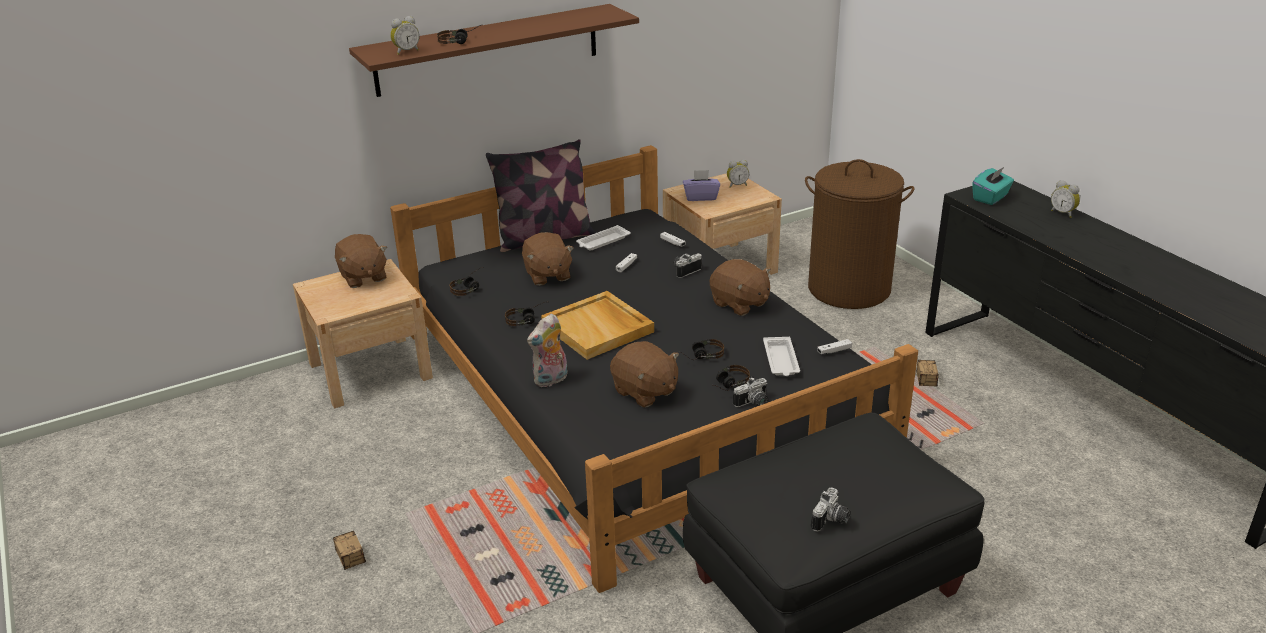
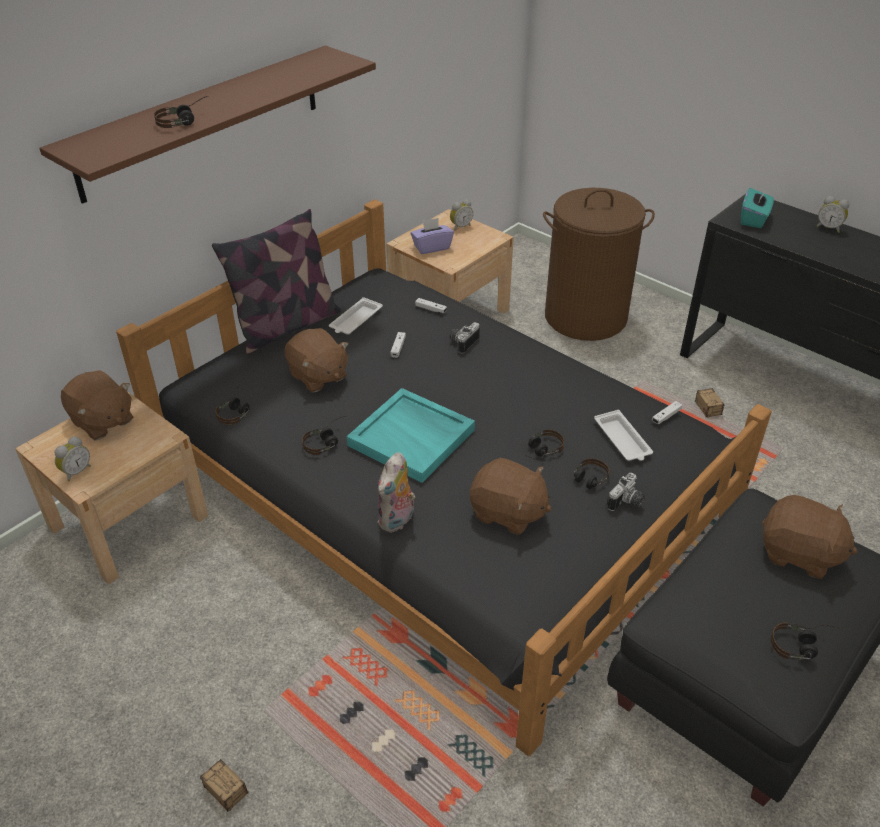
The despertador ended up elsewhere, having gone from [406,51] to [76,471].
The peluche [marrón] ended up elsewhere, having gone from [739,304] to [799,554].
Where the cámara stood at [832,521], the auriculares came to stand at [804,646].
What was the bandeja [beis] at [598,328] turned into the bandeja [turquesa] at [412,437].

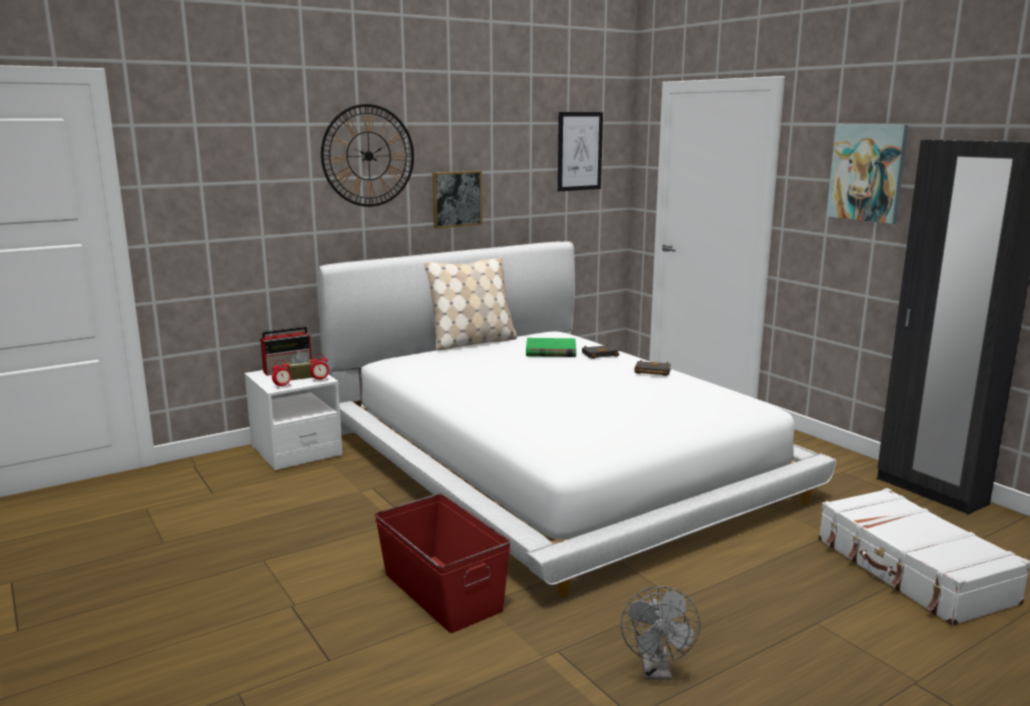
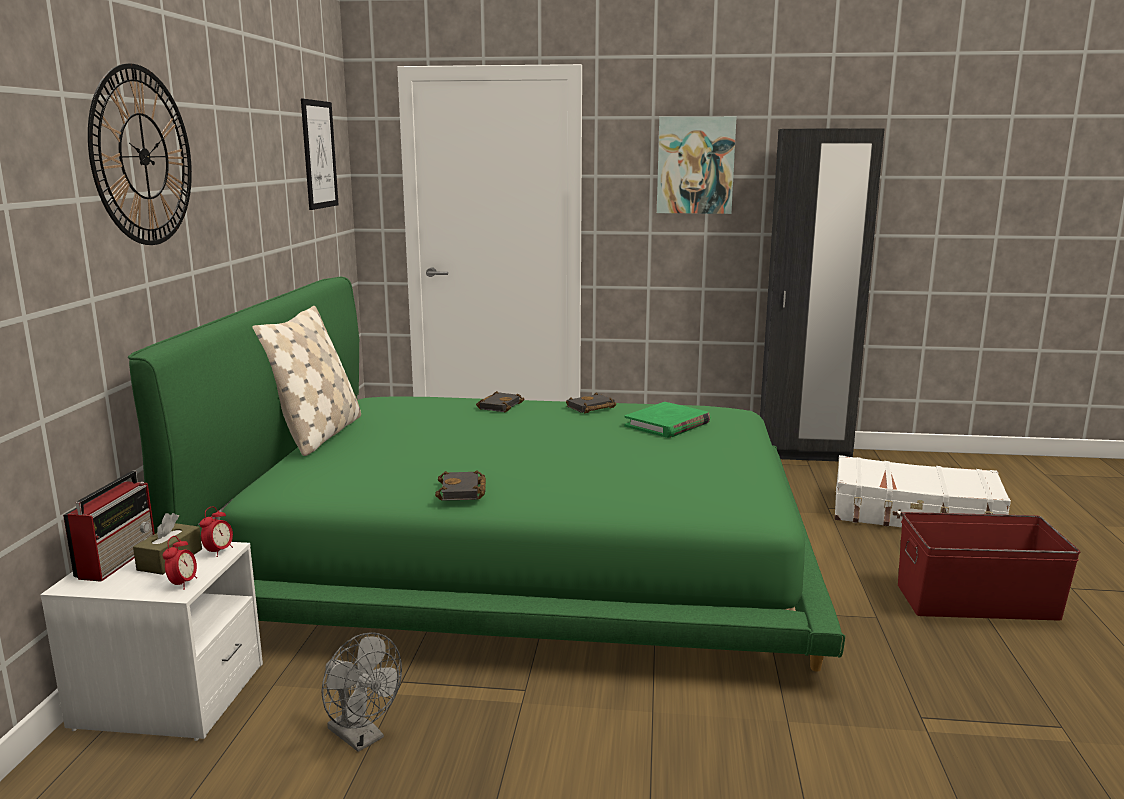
The second view lost the cuadro at [456,199].
The second view gained the libro [negro] at [463,491].
The caja de almacenaje [rojo] ended up elsewhere, having gone from [442,591] to [975,601].
The libro [verde] ended up elsewhere, having gone from [551,351] to [667,424].
The ventilador [gris] ended up elsewhere, having gone from [657,671] to [362,738].
What was the cama [blanco] at [552,462] turned into the cama [verde] at [522,552].

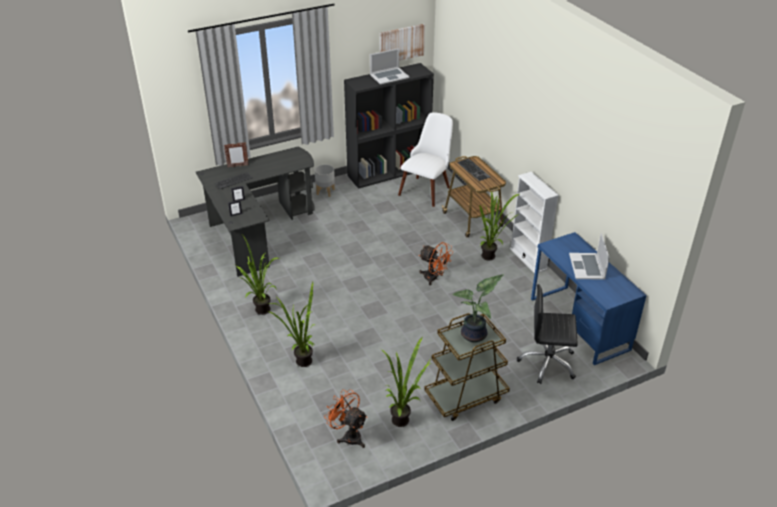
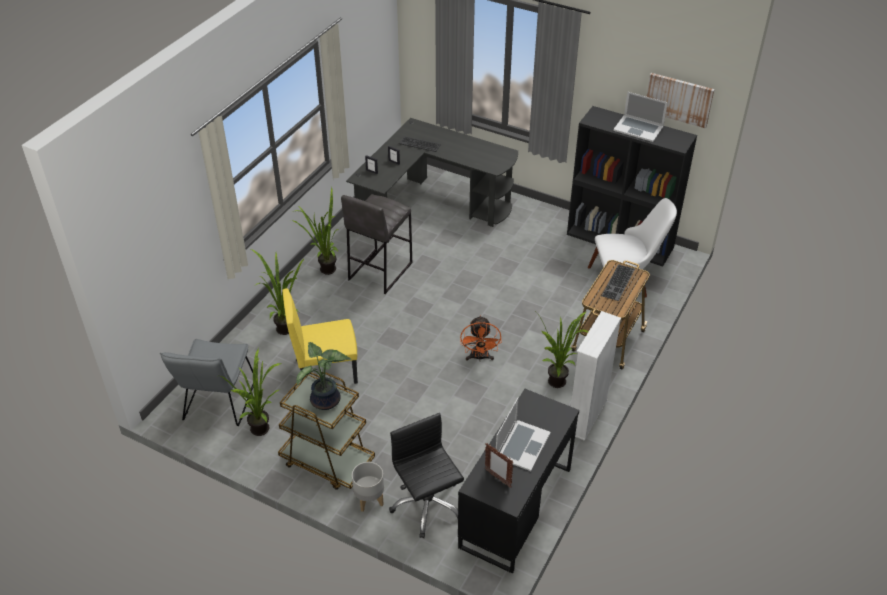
The second view gained the silla [amarillo] at [326,370].
The second view gained the taburete [gris] at [379,271].
The portarretratos ended up elsewhere, having gone from [237,166] to [497,478].
The maceta [gris] ended up elsewhere, having gone from [325,192] to [369,500].
Where the ventilador [naranja] stood at [348,435], the silla [gris] came to stand at [218,404].
What was the escritorio [azul] at [579,324] turned into the escritorio [negro] at [515,507].
The portátil at [587,266] ended up facing another way, 150 degrees clockwise from before.

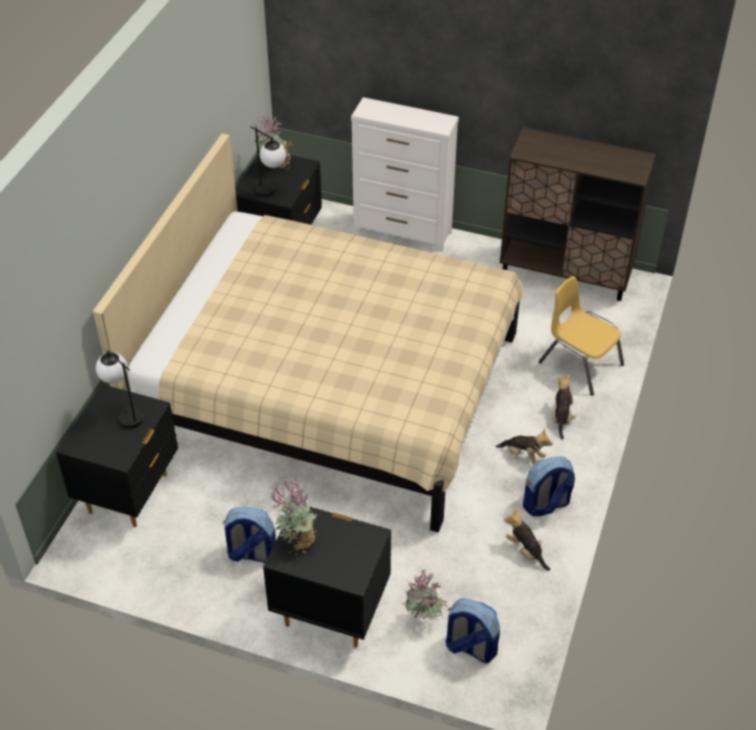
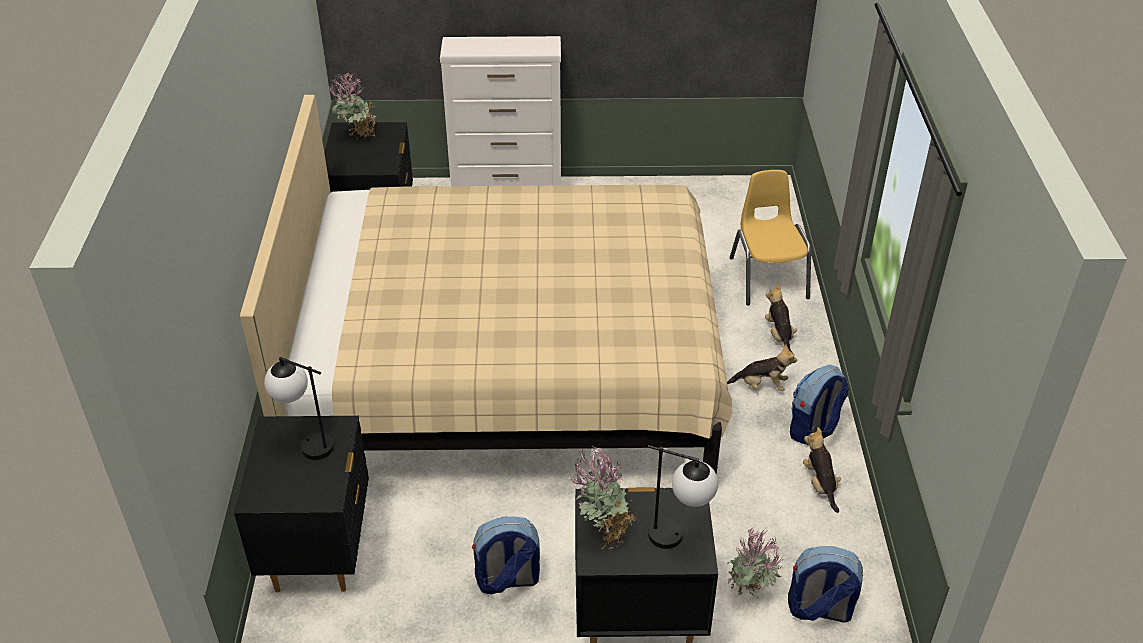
The second view lost the armario [marrón] at [566,273].
The lámpara de mesa ended up elsewhere, having gone from [271,194] to [679,539].
The peluche at [525,551] ended up facing another way, 45 degrees clockwise from before.
The silla [amarillo] at [580,364] ended up facing another way, 60 degrees clockwise from before.

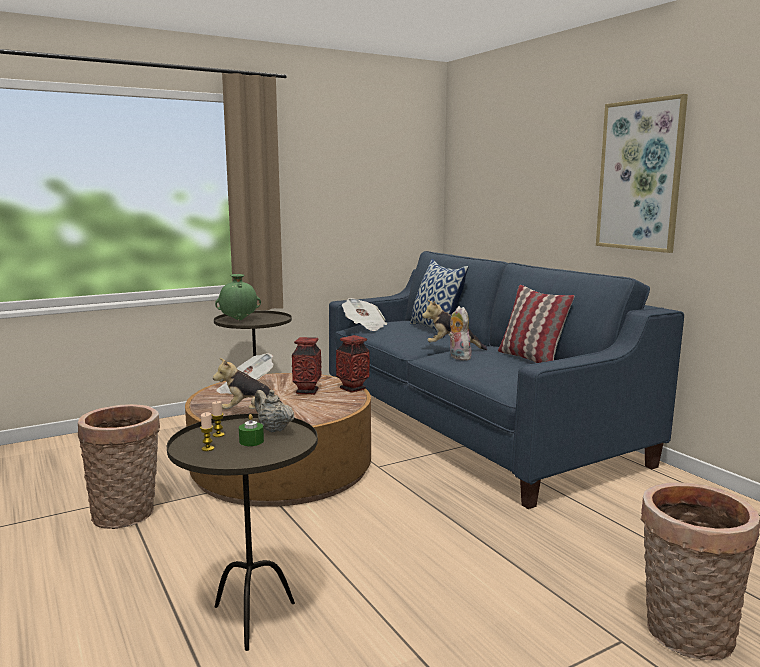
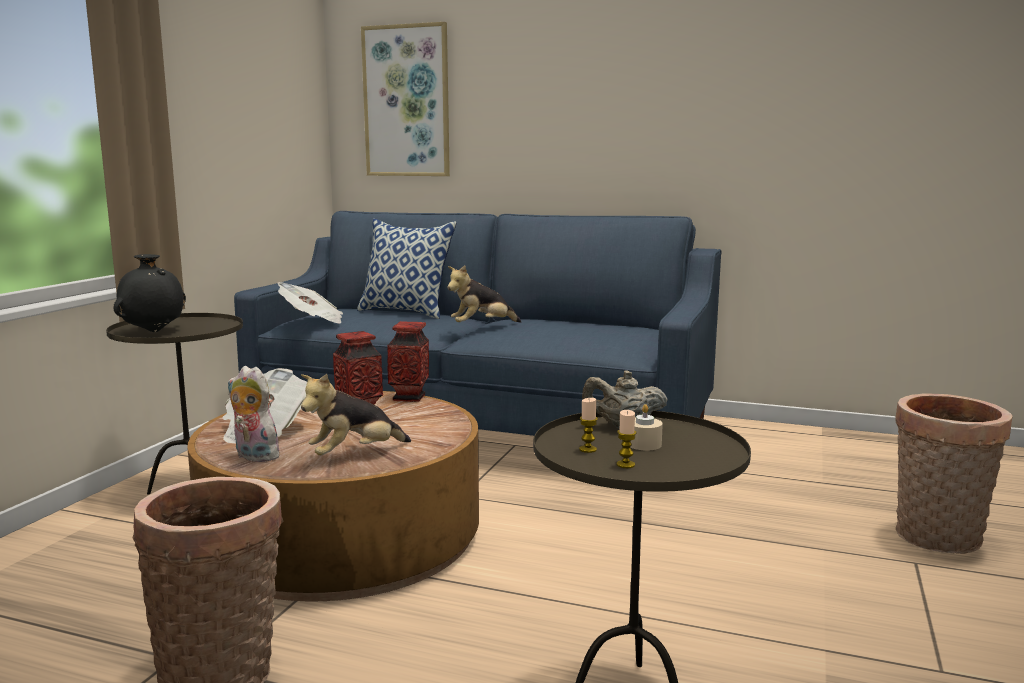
The second view lost the cojín at [530,358].
The peluche ended up elsewhere, having gone from [458,357] to [253,456].
The cuadro ended up elsewhere, having gone from [640,176] to [407,101].
What was the florero [verde] at [239,320] turned into the florero [negro] at [154,331].
What was the vela [verde] at [251,441] turned into the vela [beis] at [644,444].

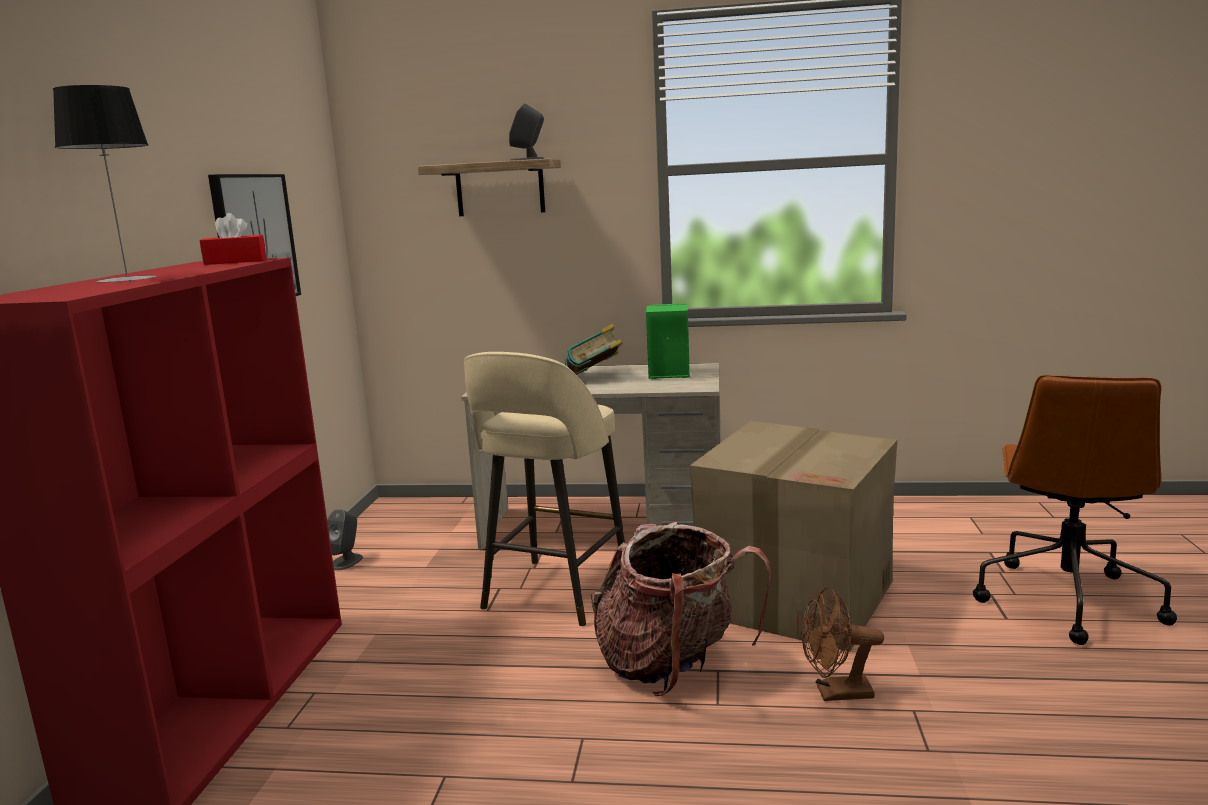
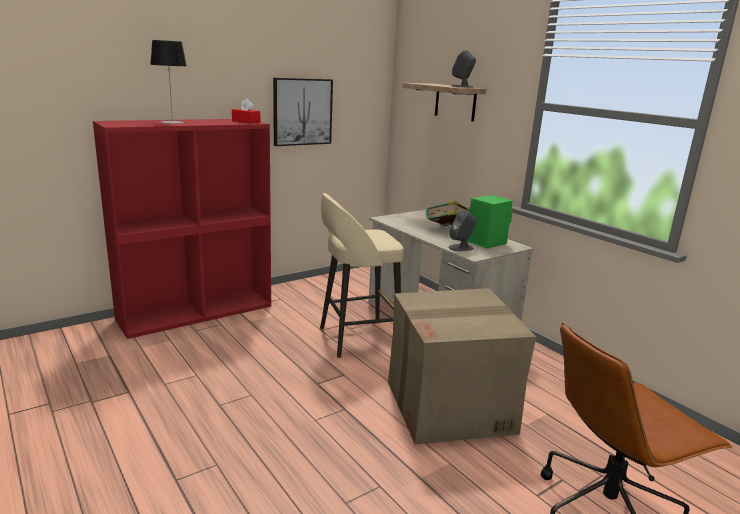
The second view lost the mochila at [672,666].
The second view lost the ventilador [marrón] at [835,693].
The altavoz [gris] ended up elsewhere, having gone from [346,562] to [461,248].

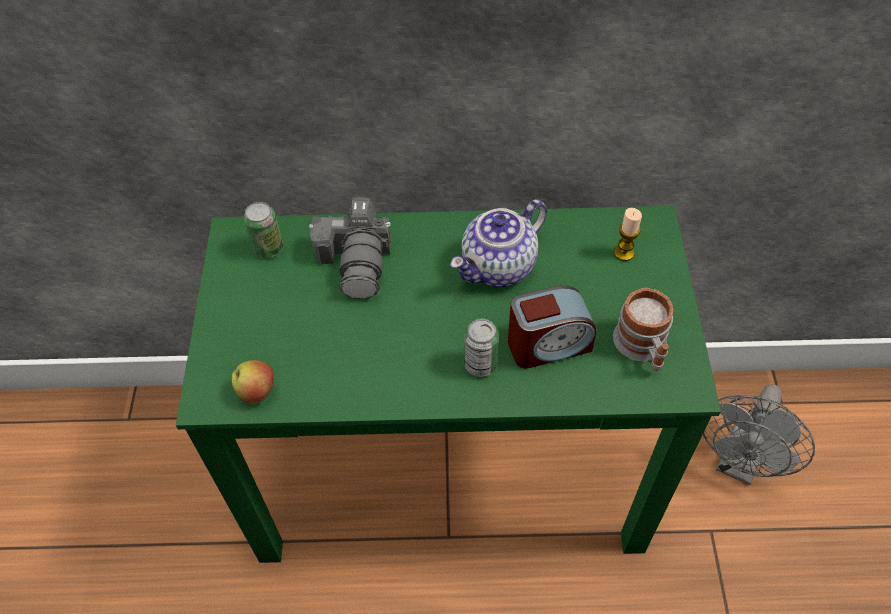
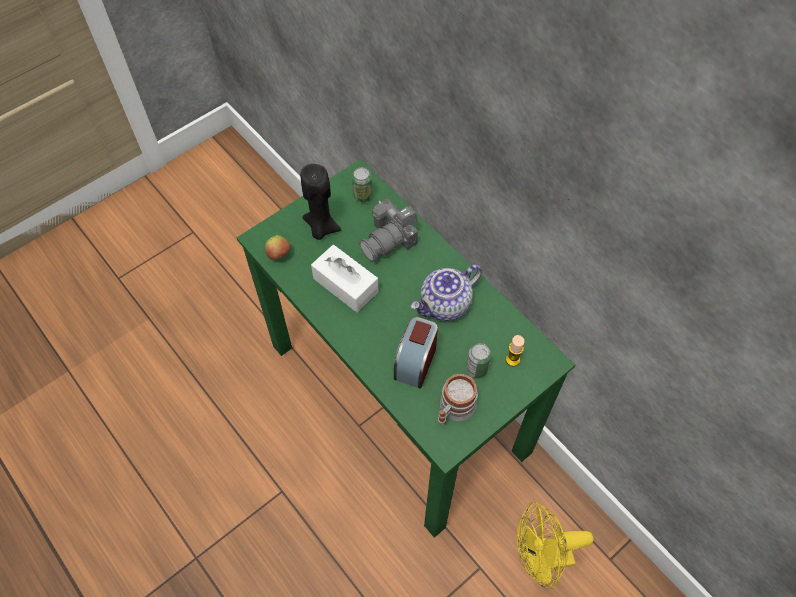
The second view gained the vela [negro] at [321,228].
The second view gained the caja de pañuelos [blanco] at [345,285].
The lata ended up elsewhere, having gone from [480,364] to [476,369].
What was the ventilador [gris] at [739,463] turned into the ventilador [amarillo] at [540,558].
The tetera at [499,267] ended up facing another way, 45 degrees counterclockwise from before.
The despertador at [548,344] ended up facing another way, 75 degrees clockwise from before.

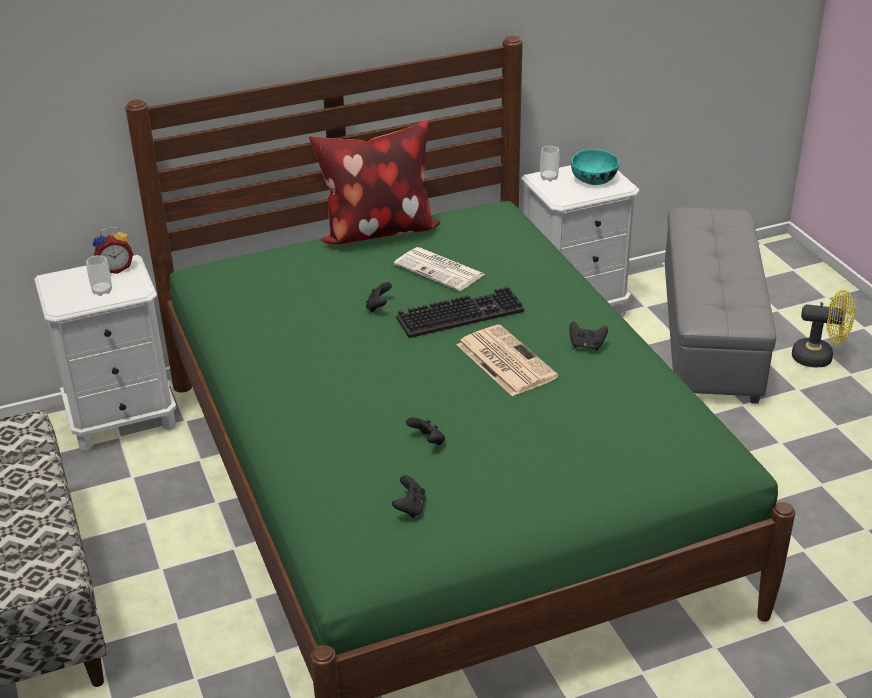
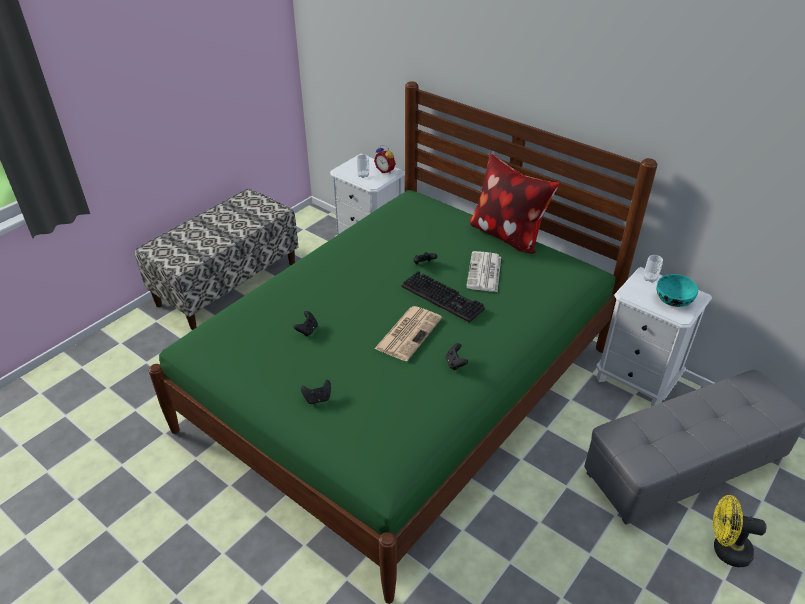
The mando de consola [negro] ended up elsewhere, having gone from [410,508] to [317,399].
The ventilador [amarillo] at [819,357] ended up facing another way, 120 degrees clockwise from before.

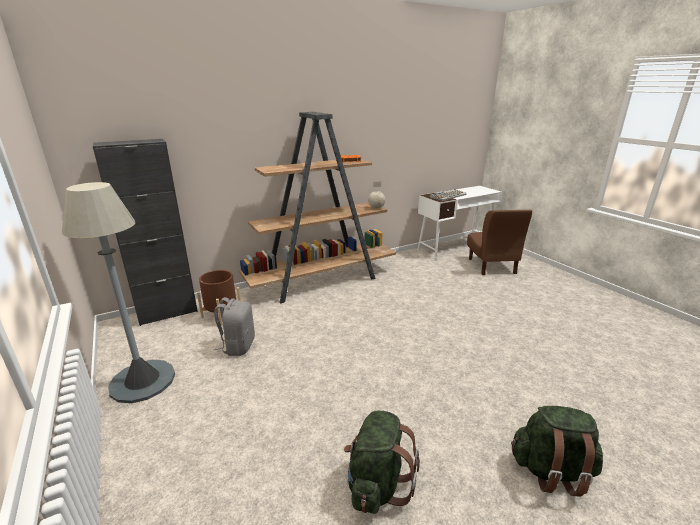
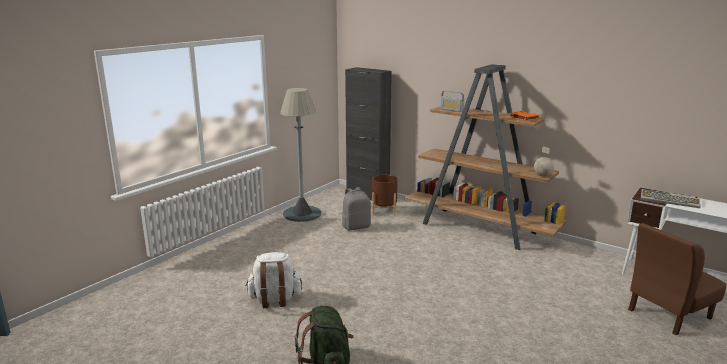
The second view gained the radio at [451,110].
What was the mochila [verde] at [377,484] turned into the mochila [blanco] at [275,299].

